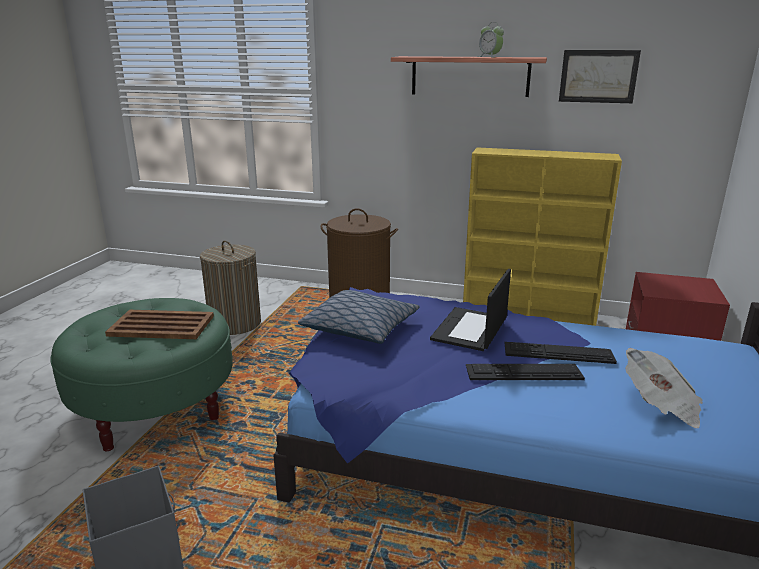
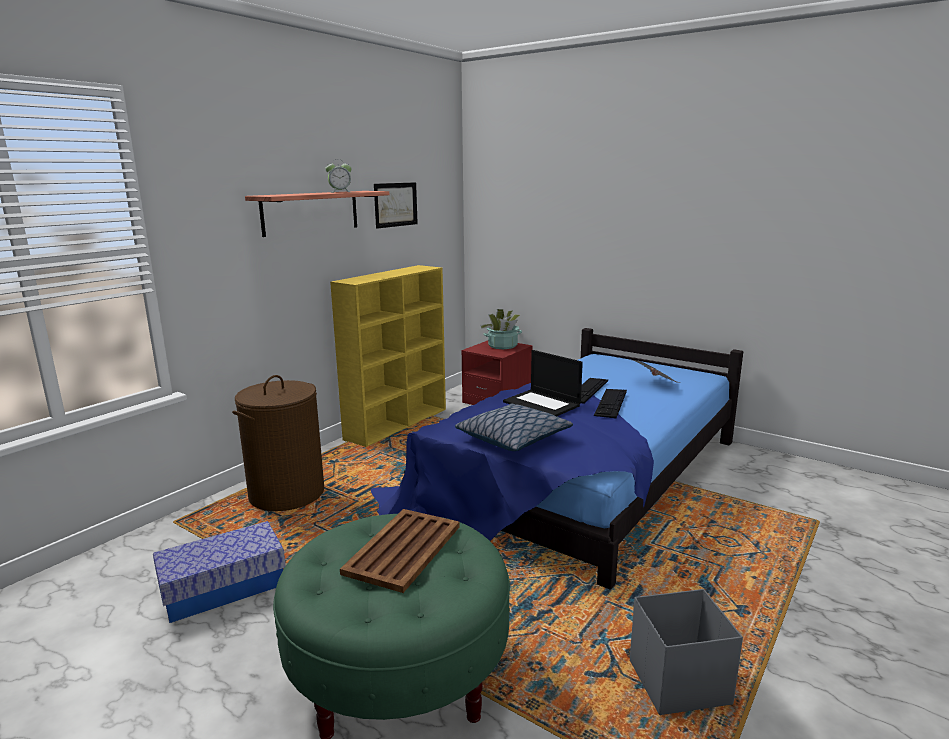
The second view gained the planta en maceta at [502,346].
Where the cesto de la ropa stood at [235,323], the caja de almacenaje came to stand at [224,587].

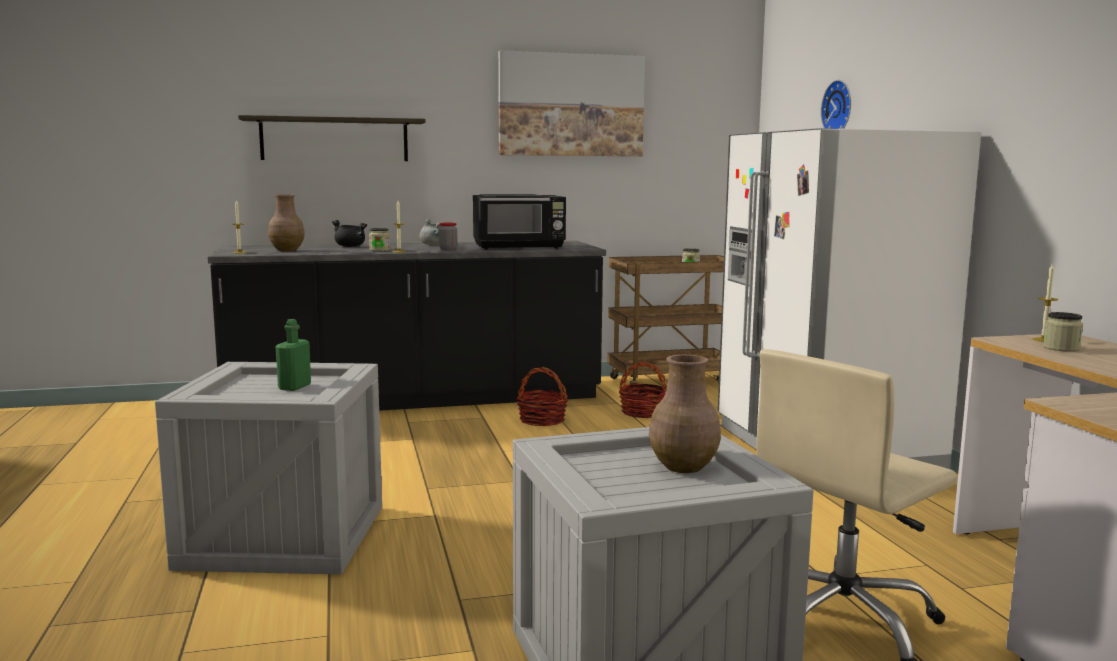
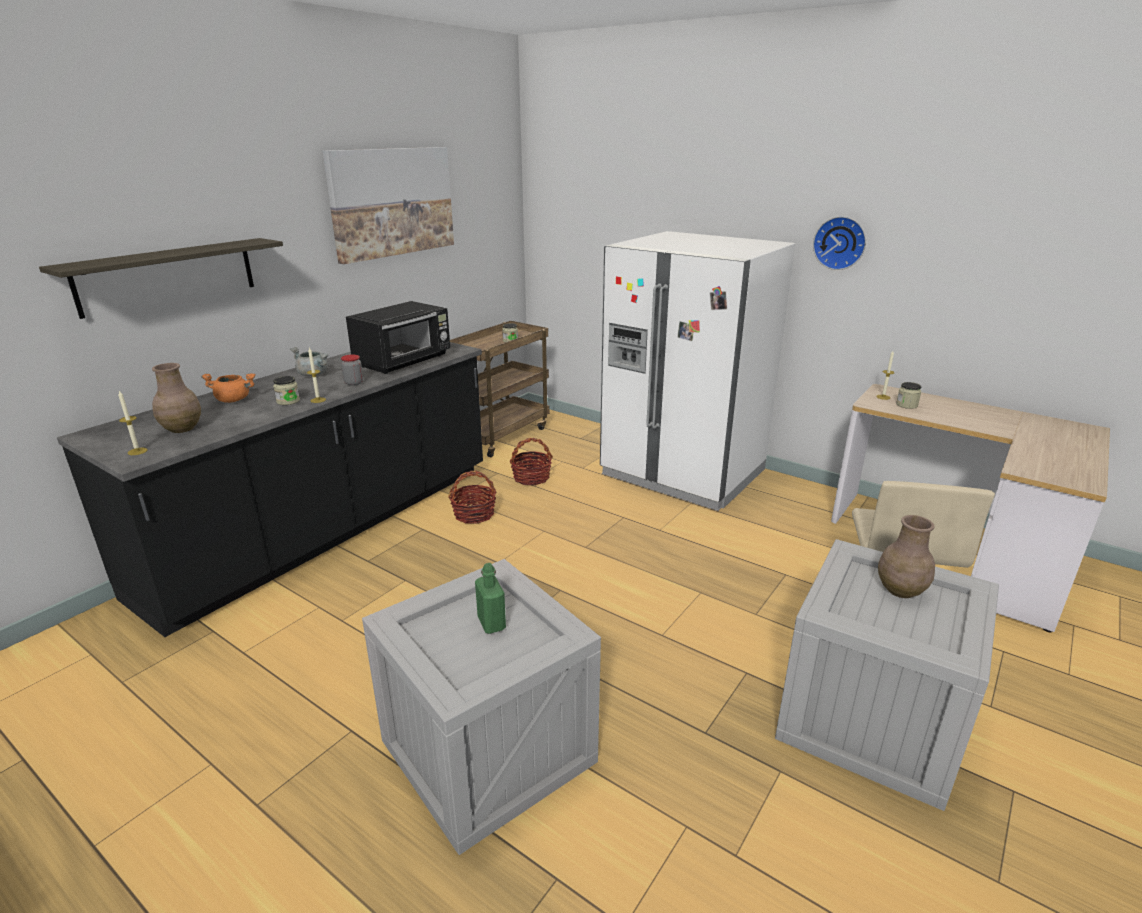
The reloj de pared ended up elsewhere, having gone from [839,108] to [840,243].
What was the olla [negro] at [351,246] turned into the olla [naranja] at [234,400].

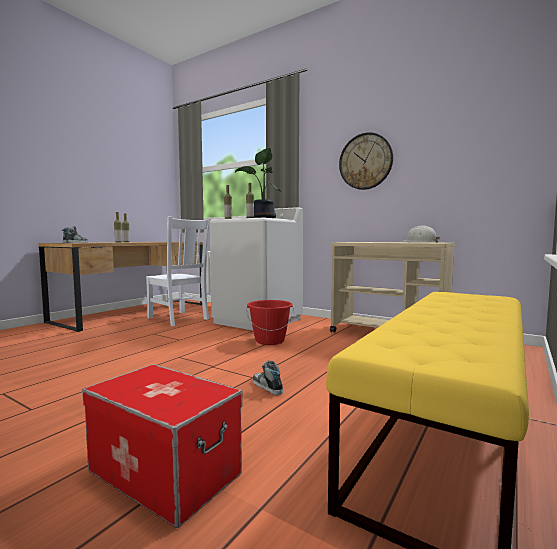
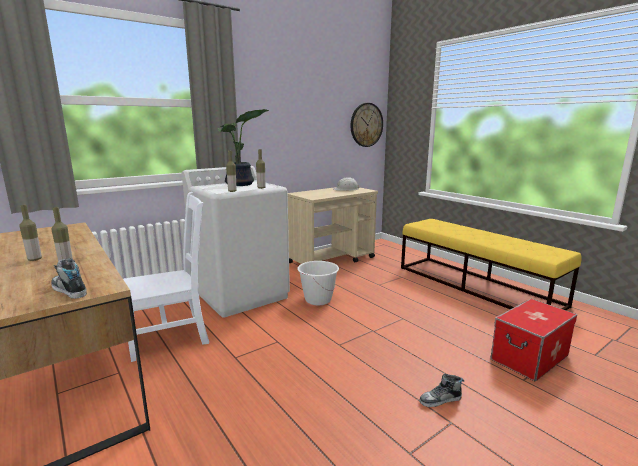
The zapato ended up elsewhere, having gone from [267,387] to [440,400].
The reloj de pared ended up elsewhere, having gone from [365,161] to [366,125].
What was the cubo [rojo] at [270,341] turned into the cubo [blanco] at [318,300].

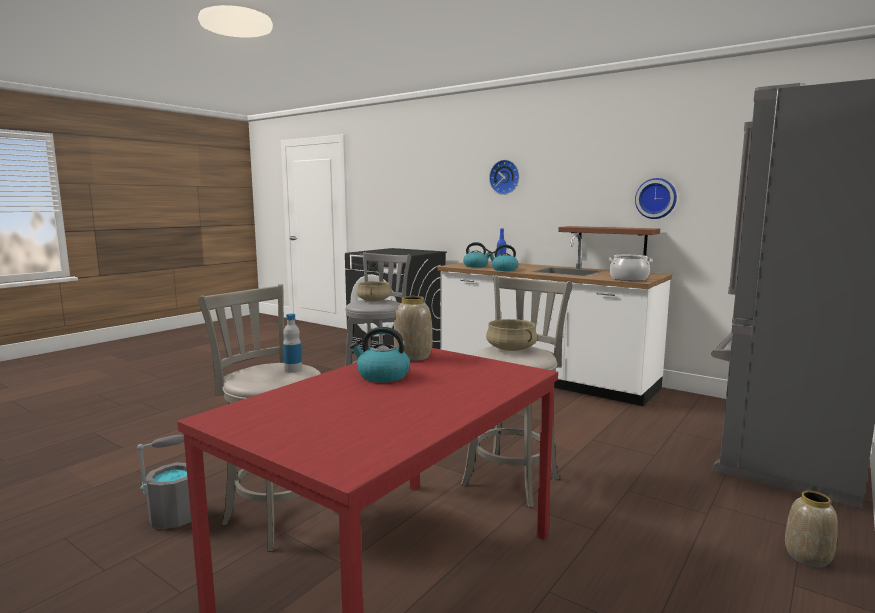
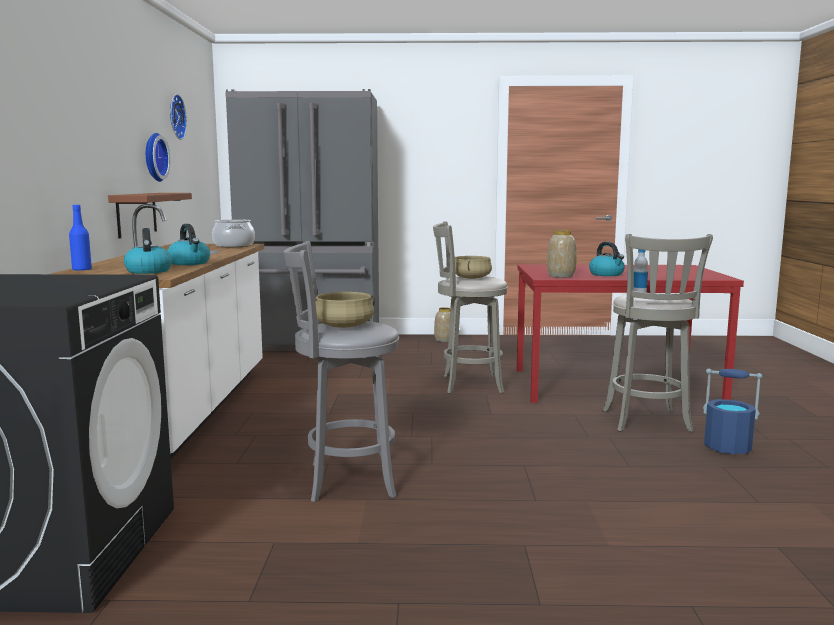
The reloj de pared ended up elsewhere, having gone from [505,177] to [175,117].
What was the cubo [gris] at [175,517] turned into the cubo [azul] at [728,447].

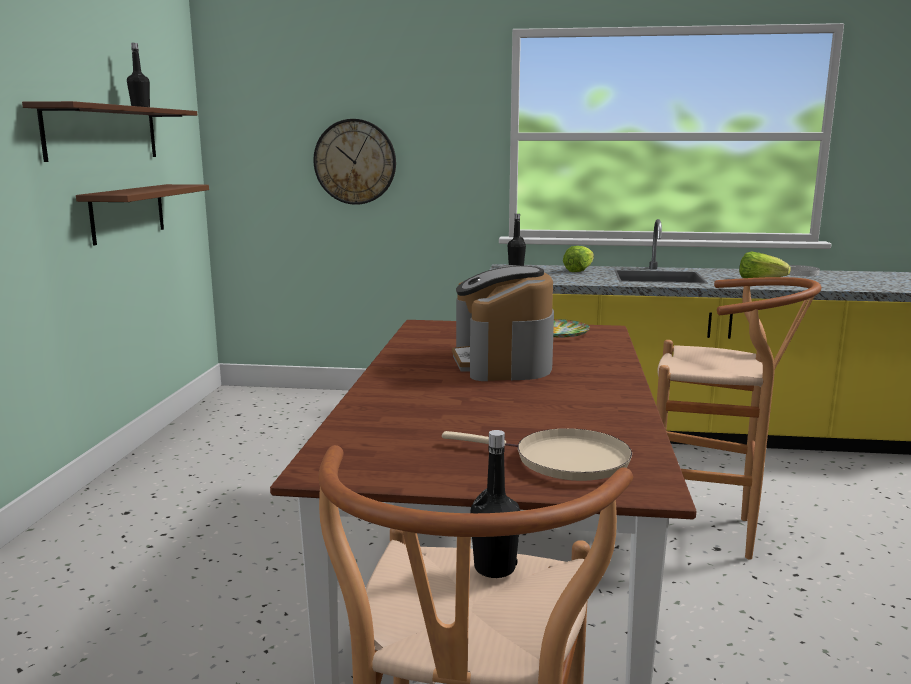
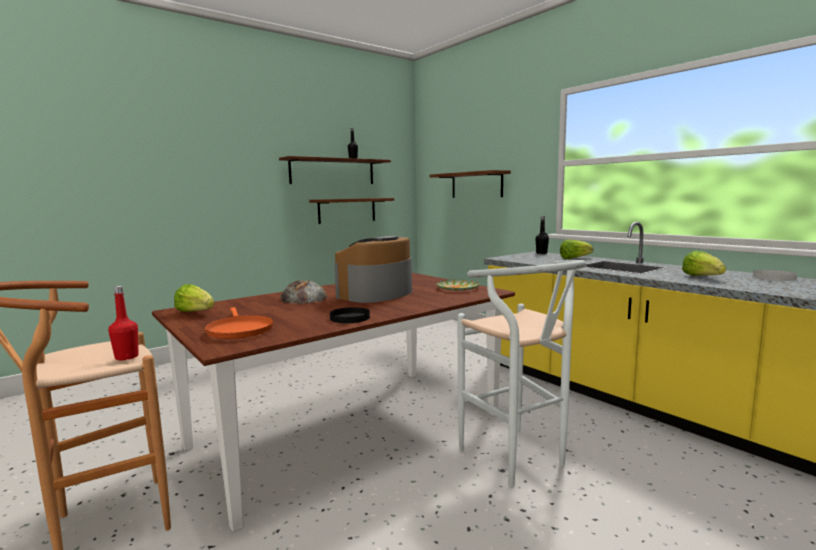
The second view gained the lechuga at [195,312].
The second view gained the pan at [303,297].
The second view gained the plato [negro] at [349,318].
Where the reloj de pared hung at [355,162], the estante [marrón] came to hang at [476,185].
What was the sartén [beis] at [564,461] turned into the sartén [naranja] at [239,330].
What was the botella [negro] at [494,568] turned into the botella [rojo] at [126,357].
What was the taburete [marrón] at [712,533] turned into the taburete [blanco] at [519,461].

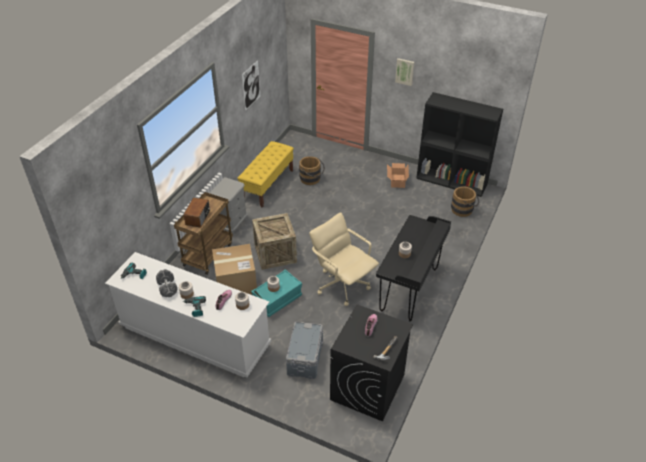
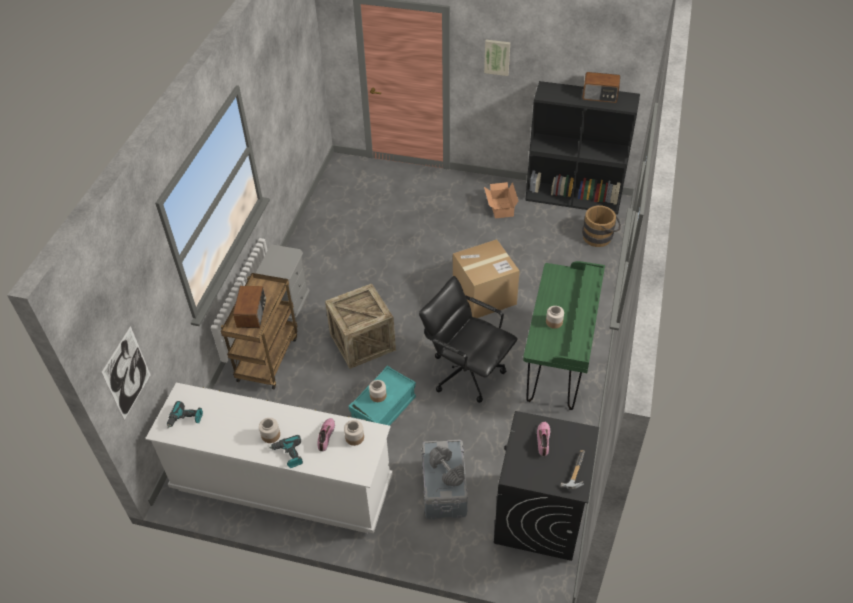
The second view lost the banco [amarillo] at [267,185].
The second view lost the cubo [marrón] at [311,179].
The second view gained the radio at [600,95].
The mancuerna [gris] ended up elsewhere, having gone from [167,287] to [447,470].
The caja de cartón ended up elsewhere, having gone from [236,285] to [484,295].
The cuadro ended up elsewhere, having gone from [251,85] to [127,373].
What was the silla de oficina [beis] at [342,284] turned into the silla de oficina [negro] at [466,372].
What was the escritorio [negro] at [409,290] turned into the escritorio [verde] at [558,364].

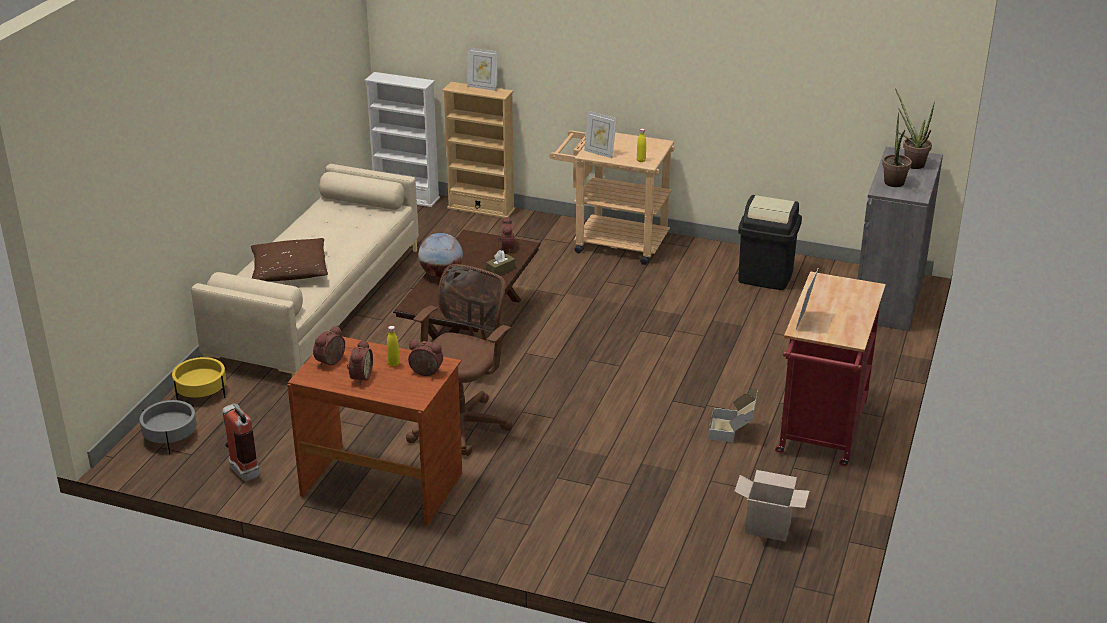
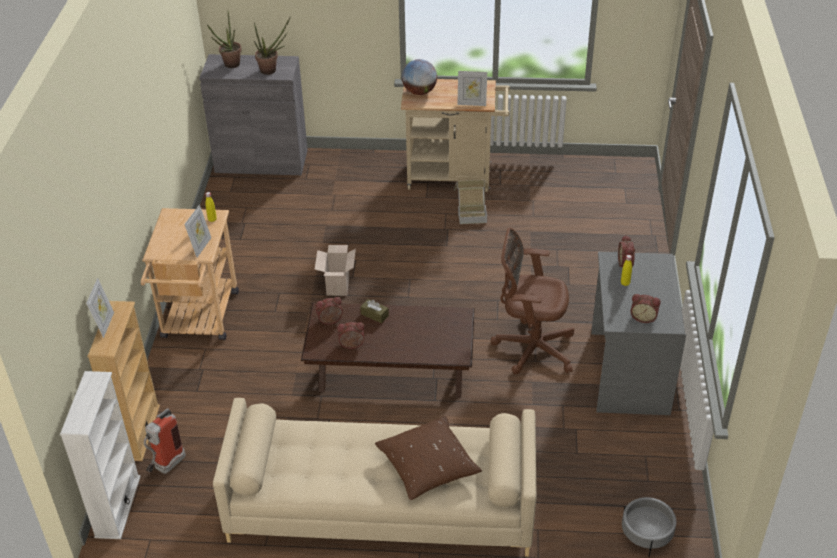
The second view lost the maceta [amarillo] at [201,392].
The second view lost the papelera [negro] at [765,276].
The extintor ended up elsewhere, having gone from [241,468] to [166,467].
The despertador ended up elsewhere, having gone from [360,377] to [352,345].
The globo terráqueo ended up elsewhere, having gone from [441,274] to [419,92].
The caja de cartón ended up elsewhere, having gone from [769,528] to [337,285].
What was the escritorio [marrón] at [383,483] turned into the escritorio [gris] at [627,372].
What was the carrito [rojo] at [821,433] turned into the carrito [beis] at [455,176].

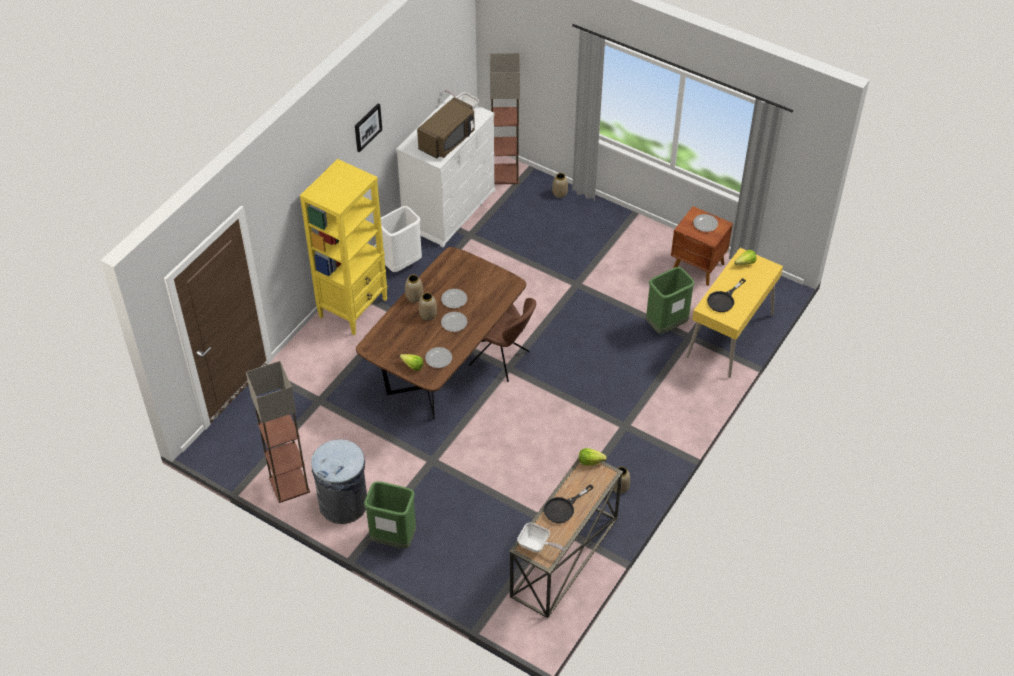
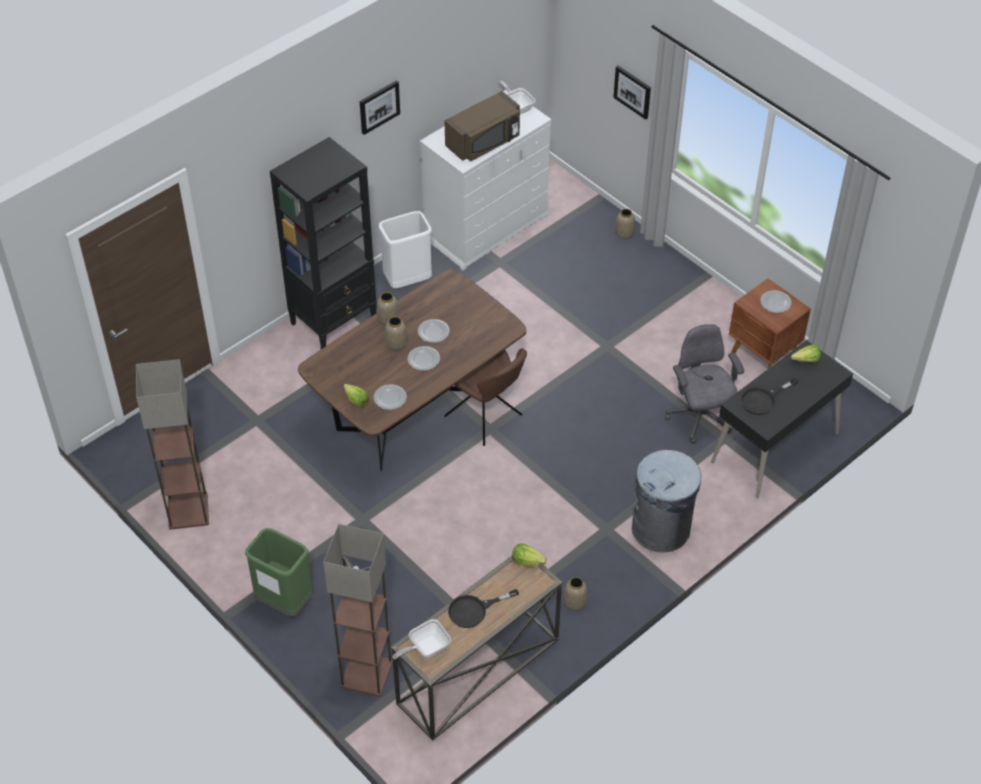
The second view gained the cuadro at [633,91].
The papelera [gris] ended up elsewhere, having gone from [344,504] to [661,529].
The lámpara de pie ended up elsewhere, having gone from [505,174] to [367,674].
Where the papelera [verde] stood at [666,325], the silla de oficina [gris] came to stand at [699,418].
What was the estantería [amarillo] at [354,308] turned into the estantería [negro] at [334,321].
What was the escritorio [amarillo] at [730,336] turned into the escritorio [negro] at [775,448].
The sartén at [536,545] ended up facing another way, 105 degrees clockwise from before.

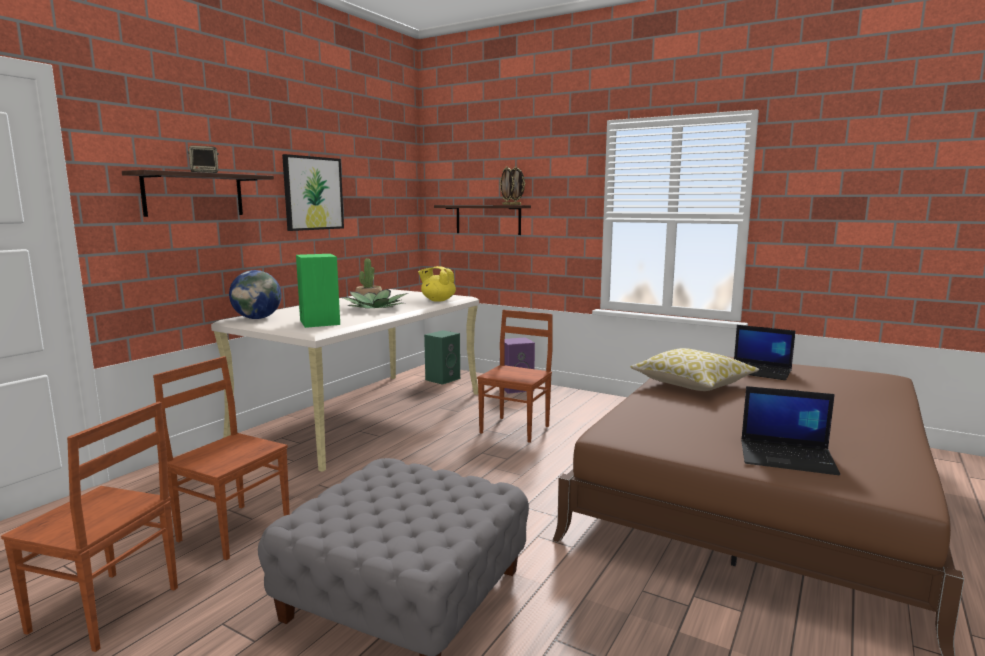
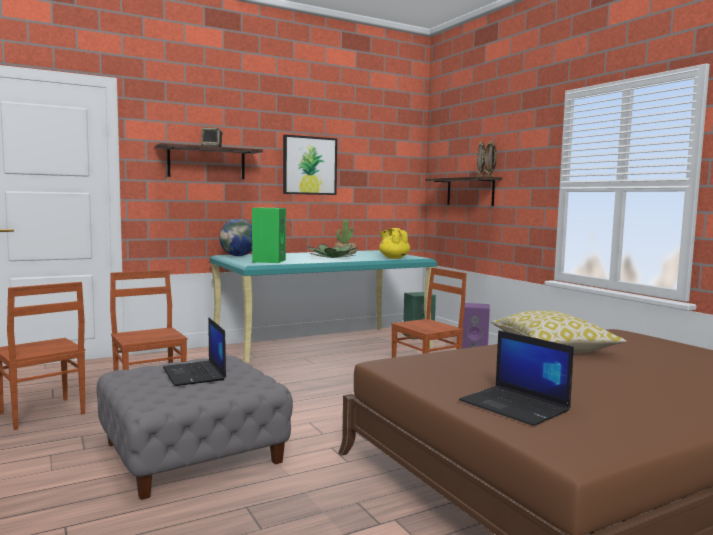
The portátil ended up elsewhere, having gone from [759,371] to [195,374].
What was the escritorio [beis] at [365,414] turned into the escritorio [turquesa] at [323,348].

